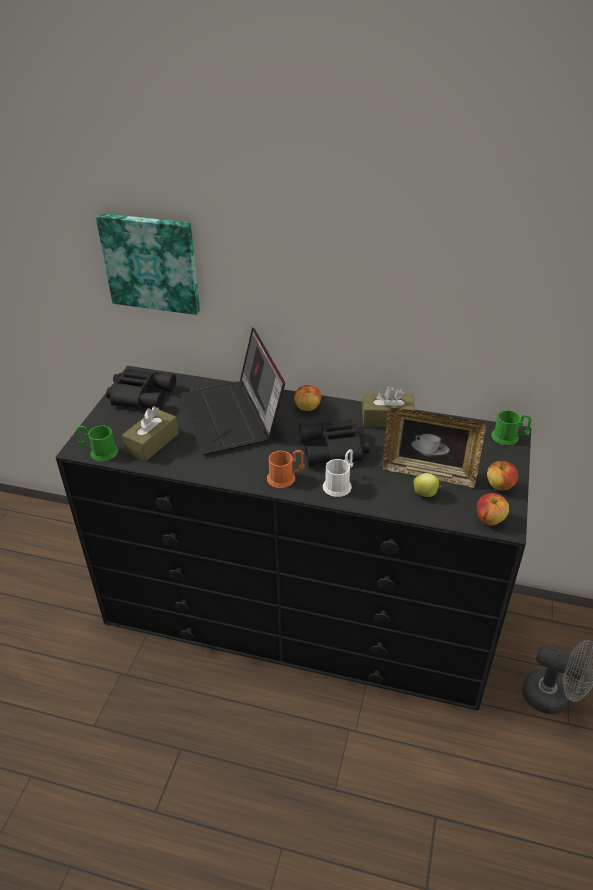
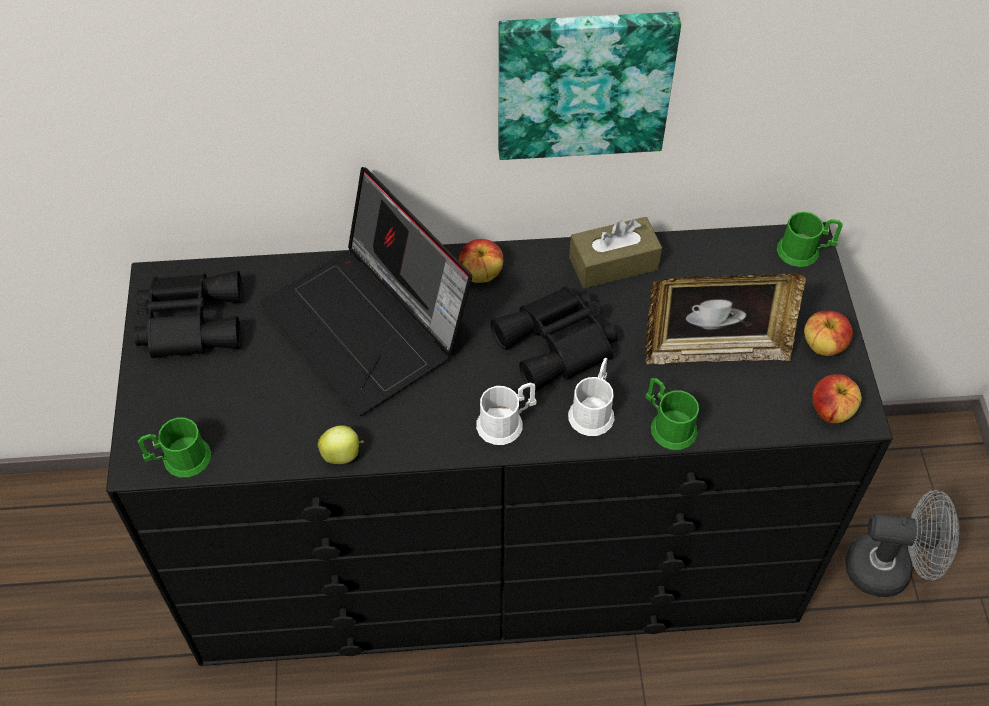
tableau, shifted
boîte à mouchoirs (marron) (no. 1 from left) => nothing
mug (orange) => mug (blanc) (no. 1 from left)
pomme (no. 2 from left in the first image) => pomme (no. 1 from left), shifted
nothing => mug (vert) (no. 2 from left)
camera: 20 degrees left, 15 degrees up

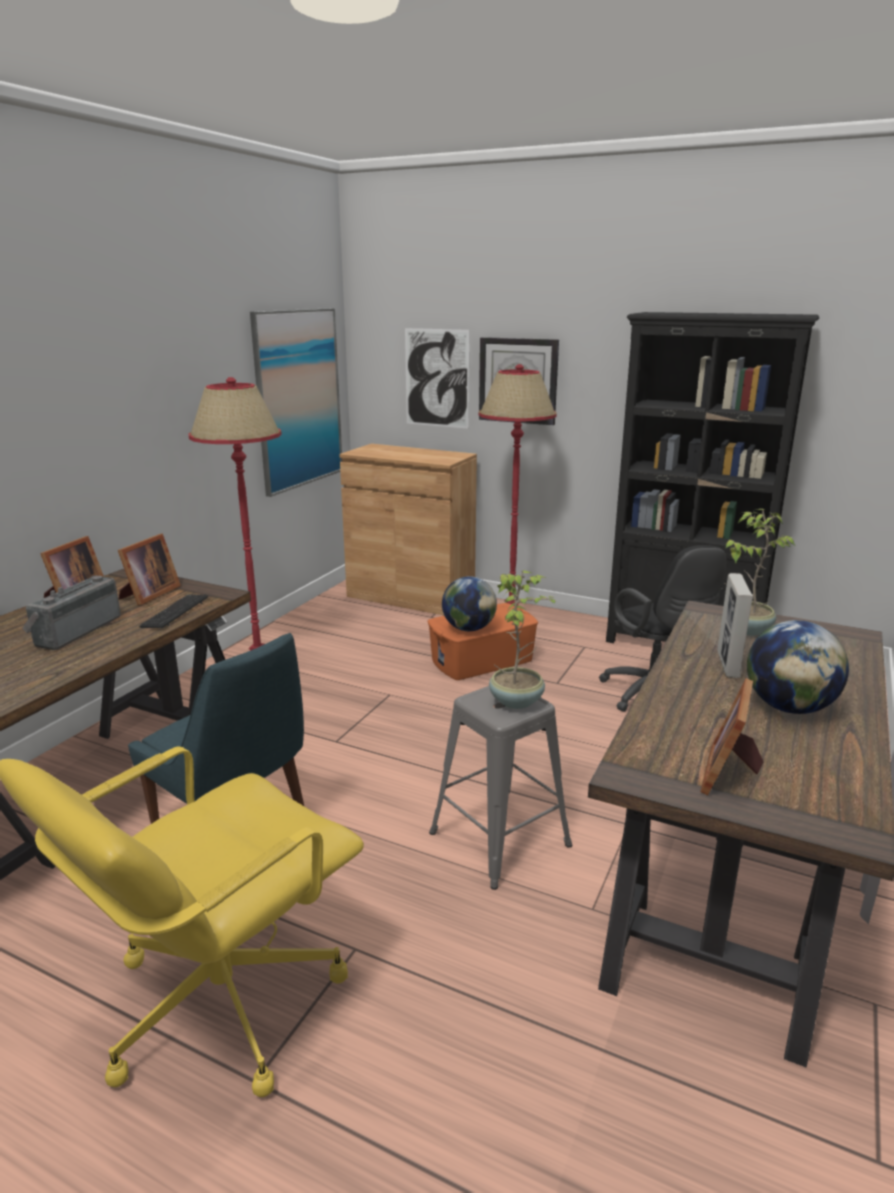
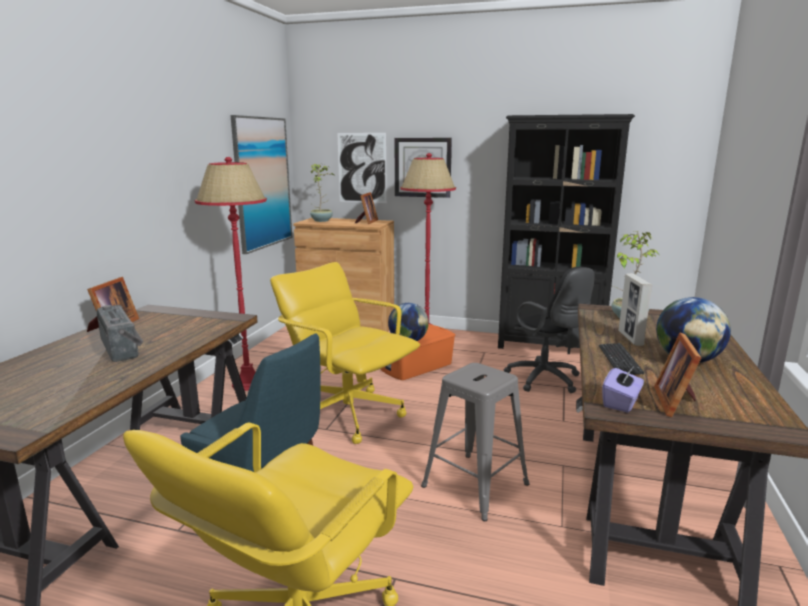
cadre photo (no. 2 from left), shifted
plante en pot (no. 1 from left), shifted
radio, 135 degrees clockwise
clavier, shifted
nothing => chaise de bureau (jaune) (no. 2 from left)
nothing => boîte à mouchoirs (violet)
camera: 10 degrees left, 5 degrees down

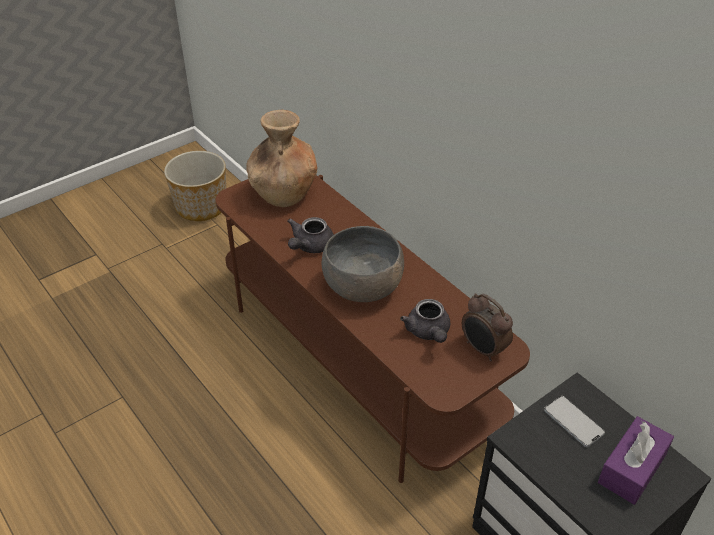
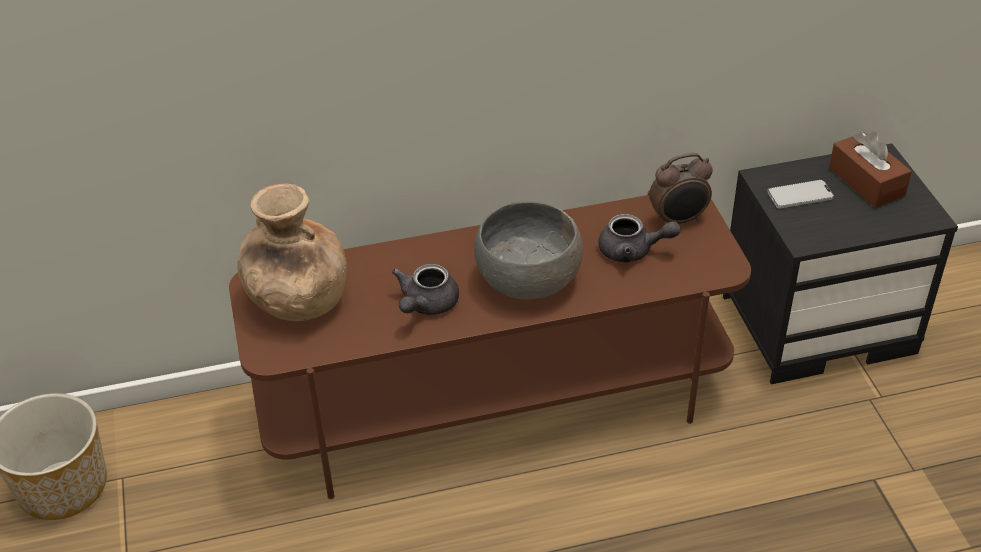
théière (gris) (no. 1 from left), 60 degrees clockwise
boîte à mouchoirs (violet) => boîte à mouchoirs (marron)
camera: 65 degrees left, 0 degrees up

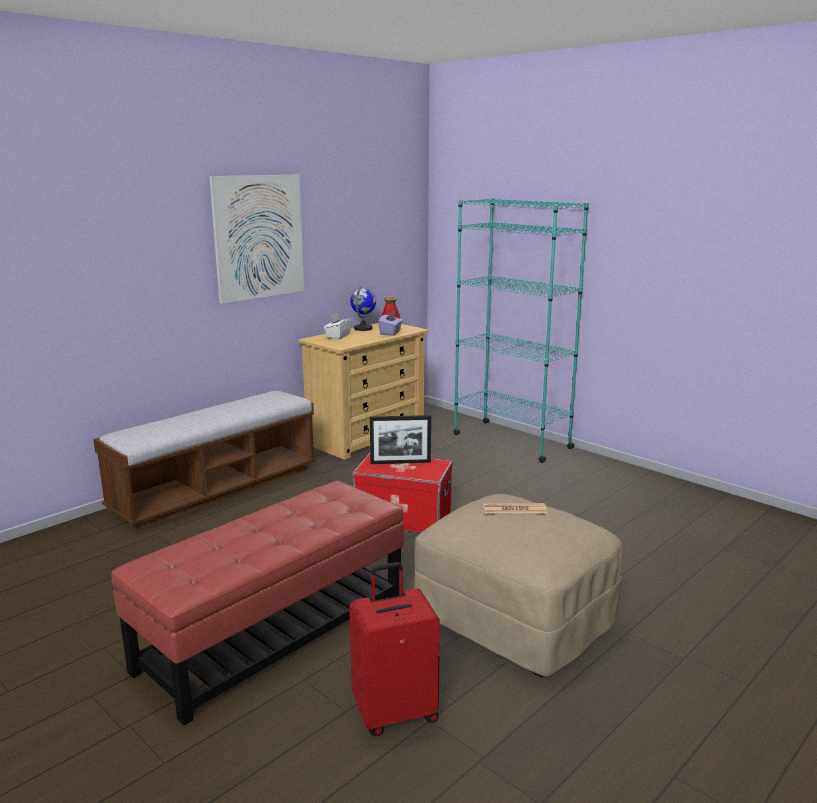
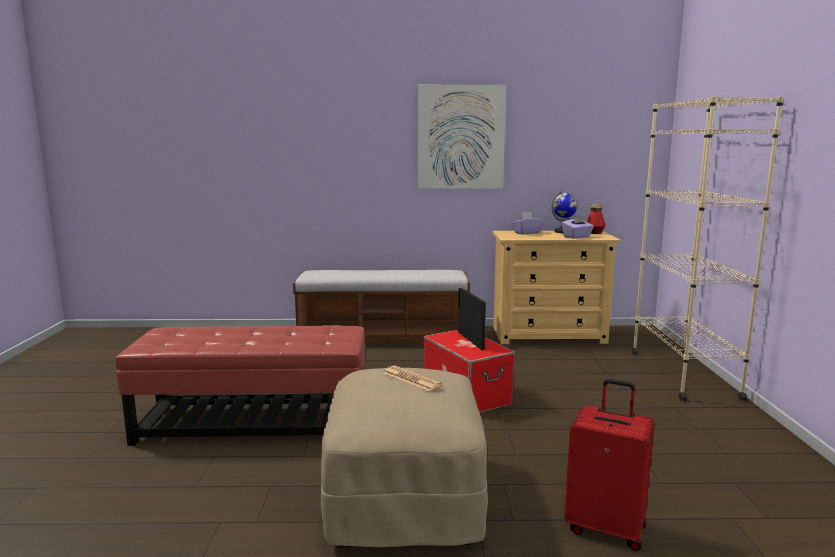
bibliothèque (turquoise) => bibliothèque (beige)
boîte à mouchoirs (blanc) => boîte à mouchoirs (violet) (no. 1 from left)
cadre photo, 150 degrees counterclockwise
valise (rouge), shifted
camera: 45 degrees right, 5 degrees down

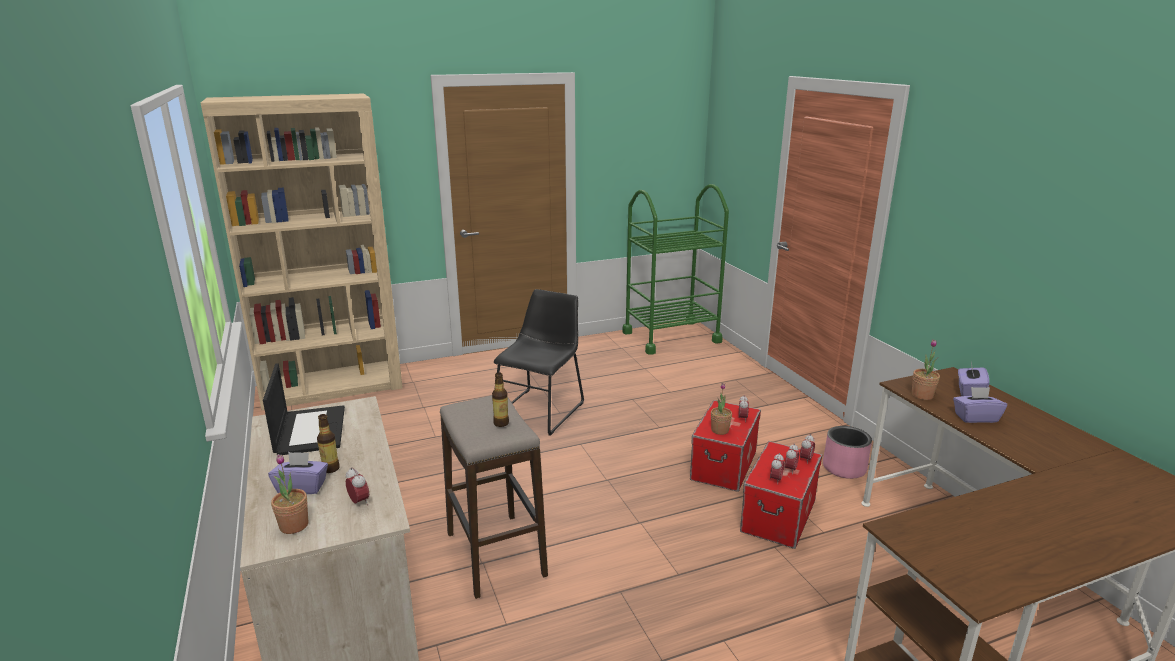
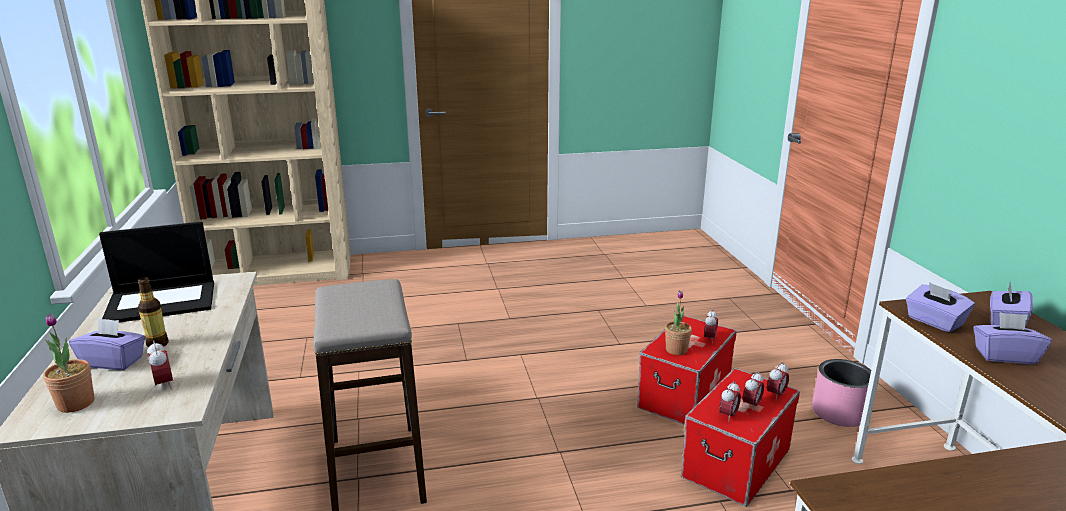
chariot (vert) => nothing
chaise (noir) => nothing
plante en pot (no. 3 from left) => boîte à mouchoirs (violet) (no. 2 from left)
ordinateur portable, 75 degrees clockwise
bouteille (no. 2 from left) => nothing
camera: 10 degrees right, 0 degrees up

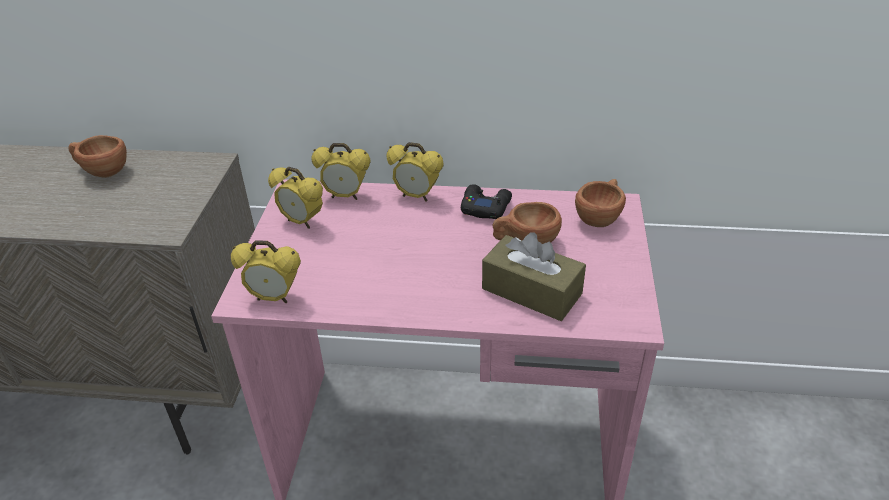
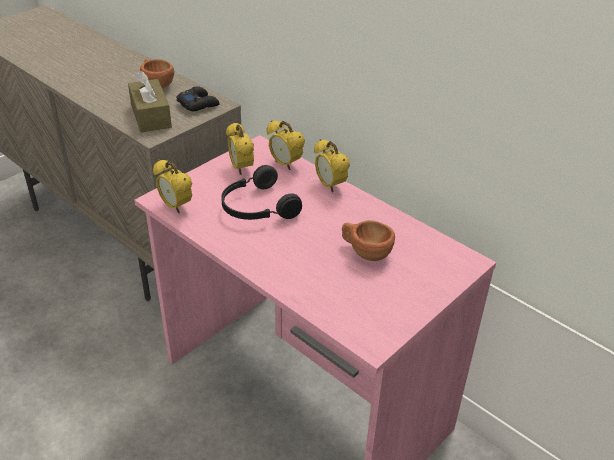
tasse (marron) (no. 3 from left) => nothing
manette (noir), shifted
boîte à mouchoirs (marron), shifted
nothing => casque audio (noir)
camera: 35 degrees right, 0 degrees up

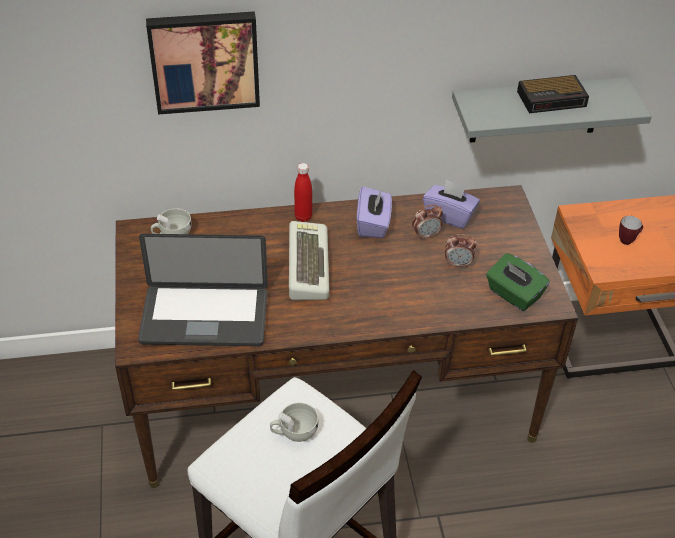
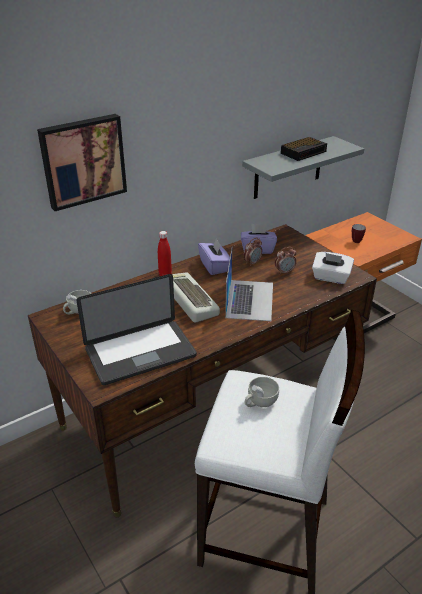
boîte à mouchoirs (vert) => boîte à mouchoirs (blanc)
nothing => ordinateur portable (no. 2 from left)
camera: 25 degrees left, 10 degrees down

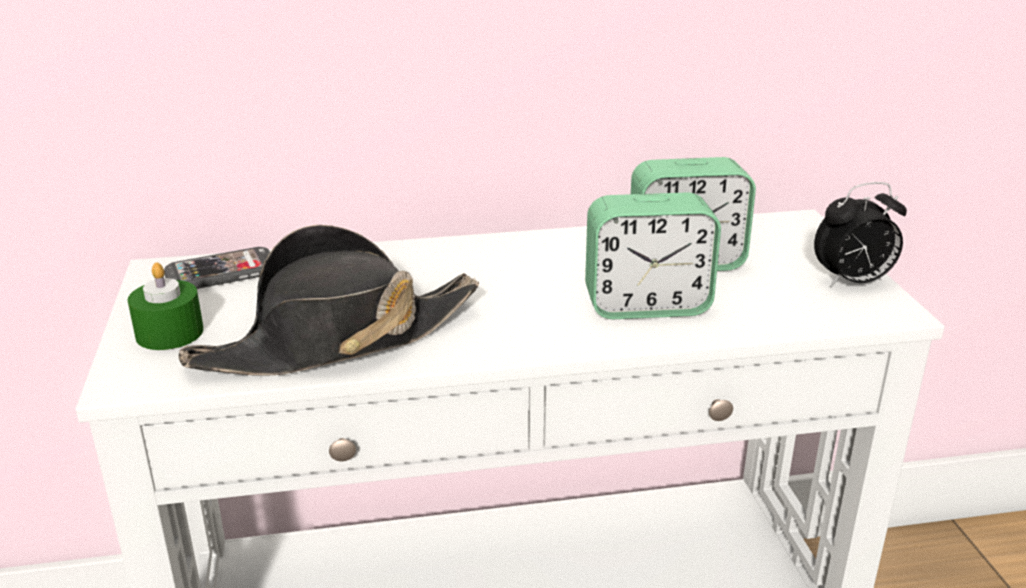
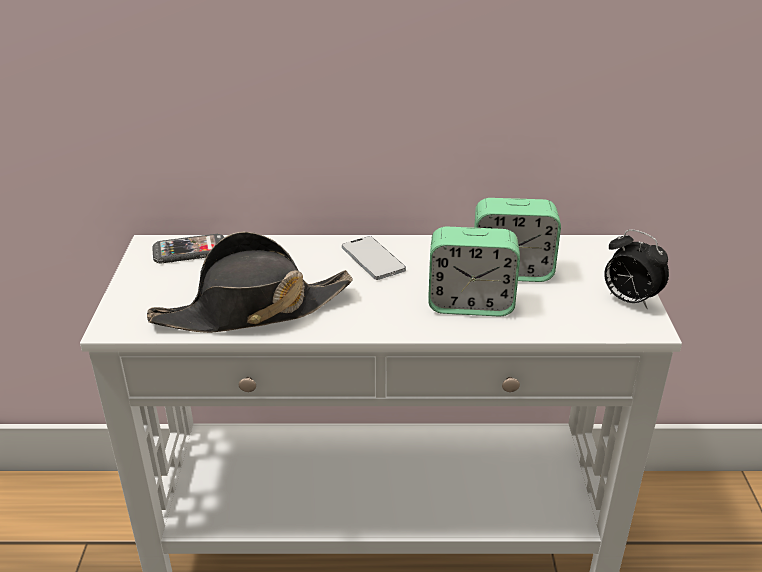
réveil (no. 3 from left), 45 degrees clockwise
bougie (vert) => nothing
nothing => téléphone (no. 2 from left)
camera: 10 degrees right, 5 degrees up

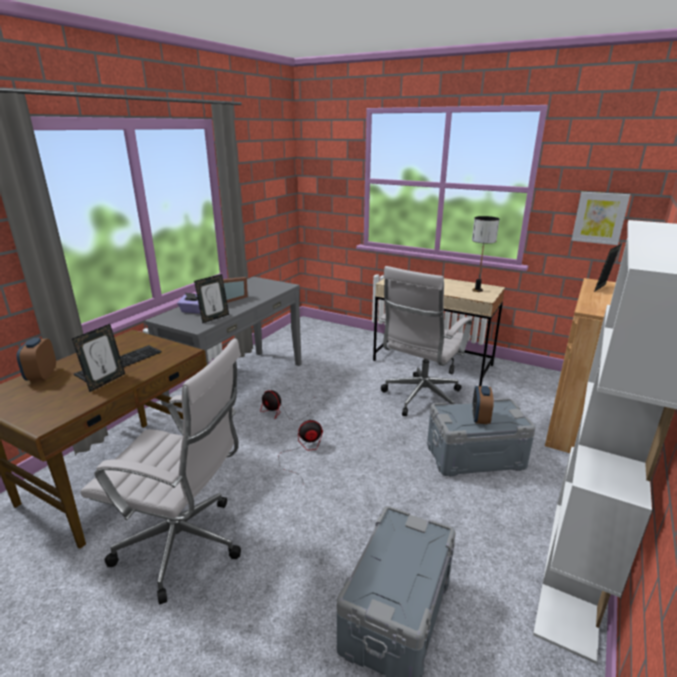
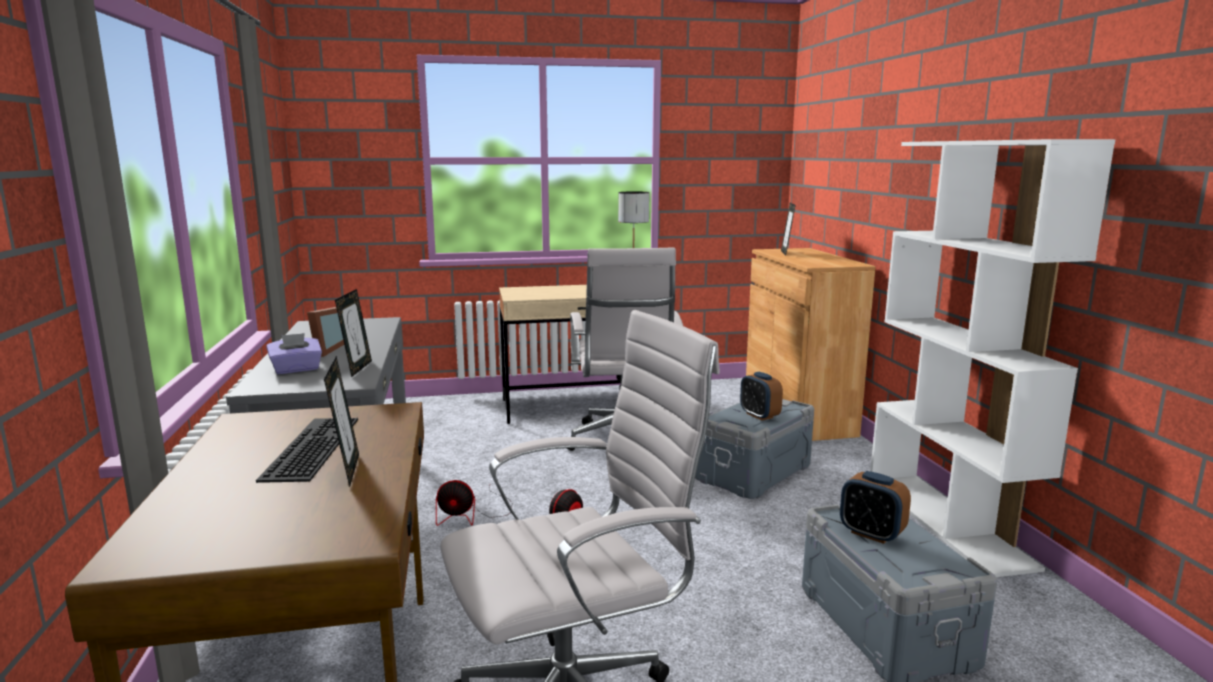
tableau => nothing
réveil (no. 1 from left in the first image) => réveil (no. 2 from left), shifted
camera: 40 degrees left, 10 degrees down

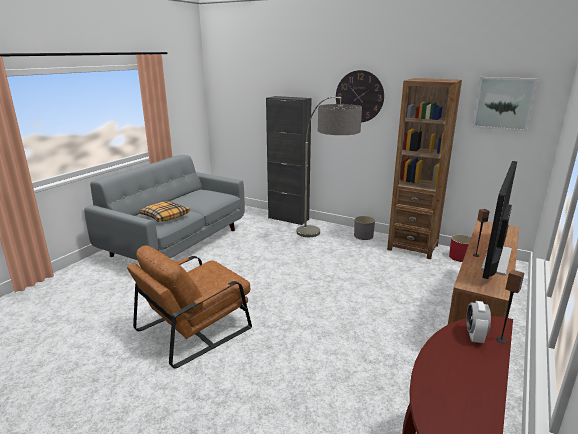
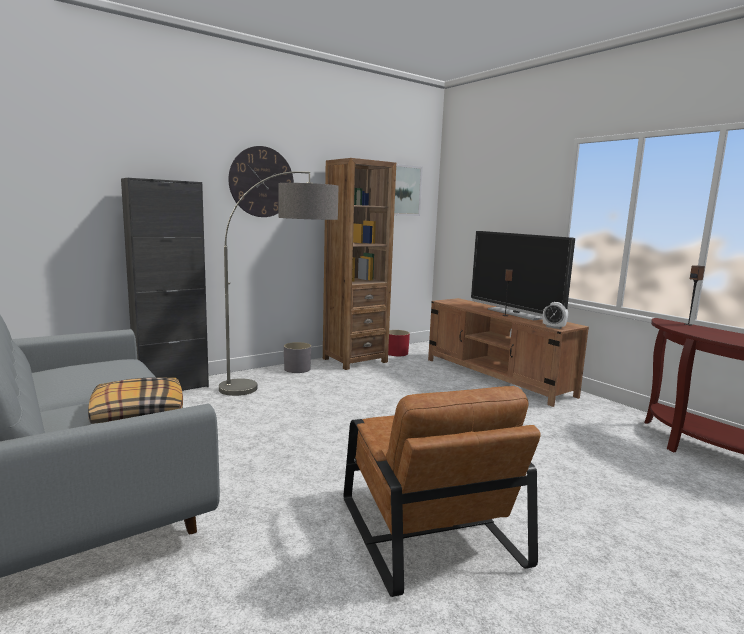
réveil, shifted
camera: 65 degrees left, 10 degrees down

